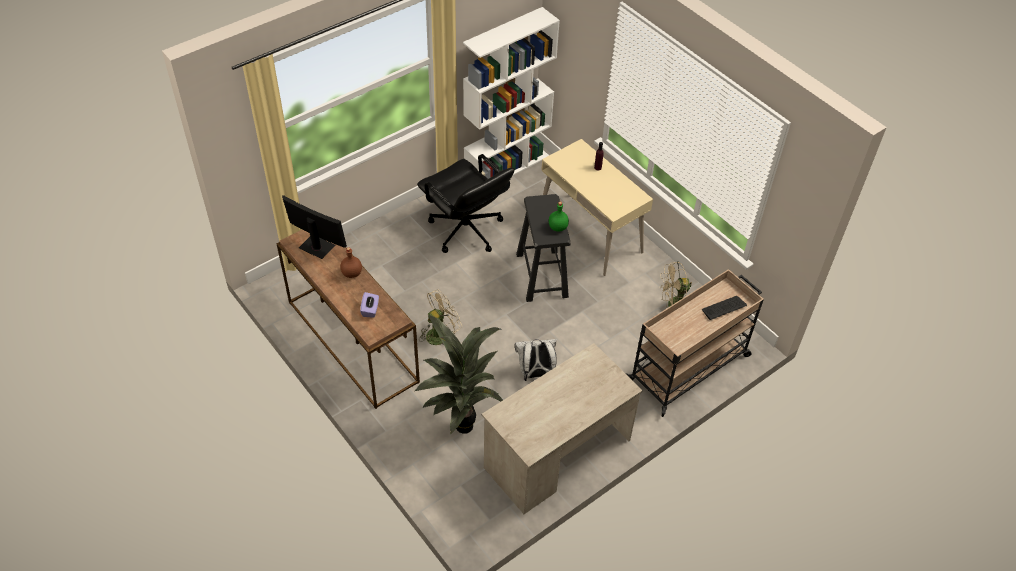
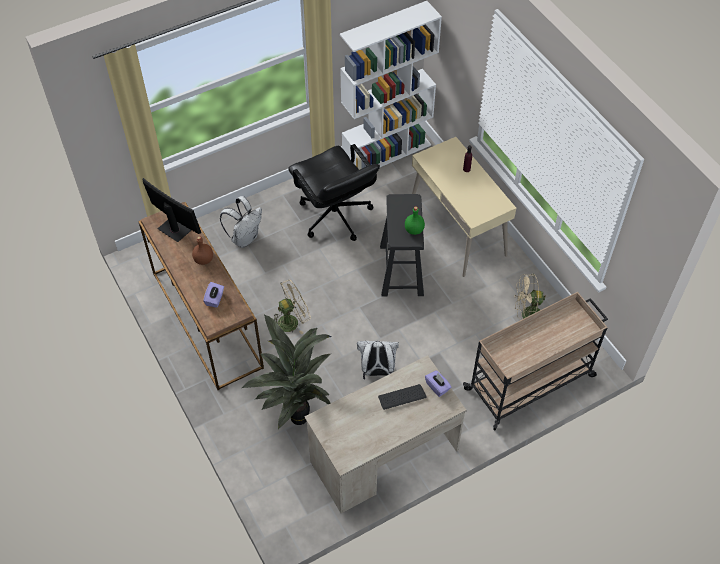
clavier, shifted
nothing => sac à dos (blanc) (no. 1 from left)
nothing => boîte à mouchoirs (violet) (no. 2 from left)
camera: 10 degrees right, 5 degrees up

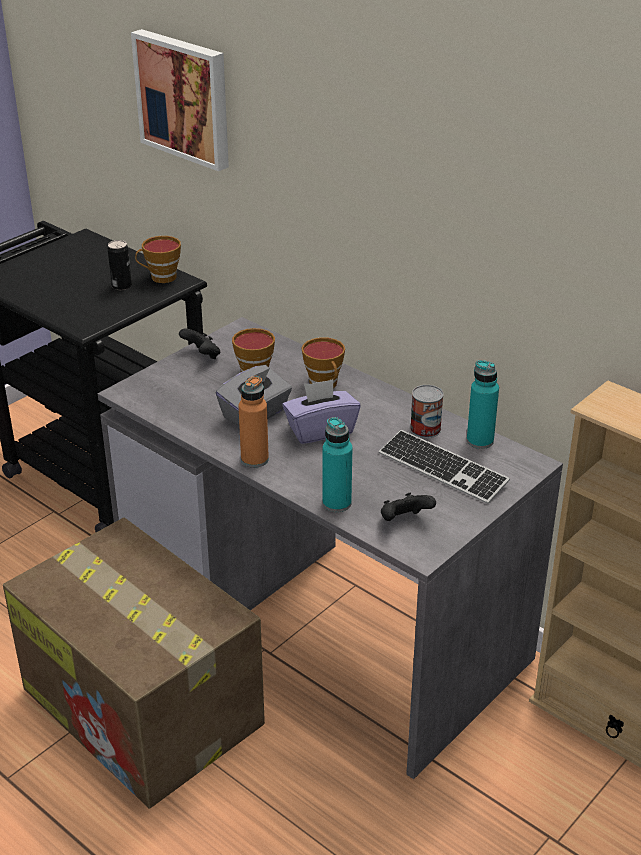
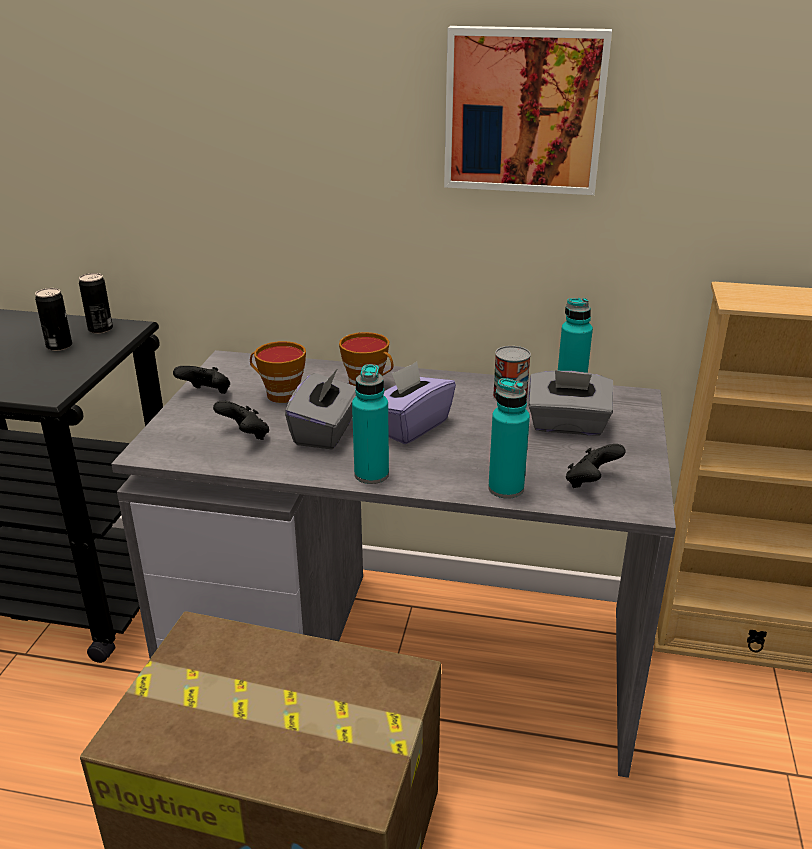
tableau, shifted
tasse (no. 1 from left) => boîte métallique (no. 2 from left)
bouteille (orange) => bouteille (turquoise) (no. 1 from left)
clavier => boîte à mouchoirs (gris) (no. 2 from left)
nothing => manette (noir) (no. 2 from left)
camera: 30 degrees left, 5 degrees down

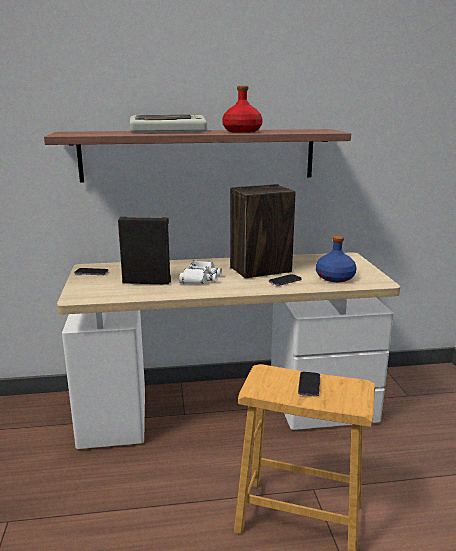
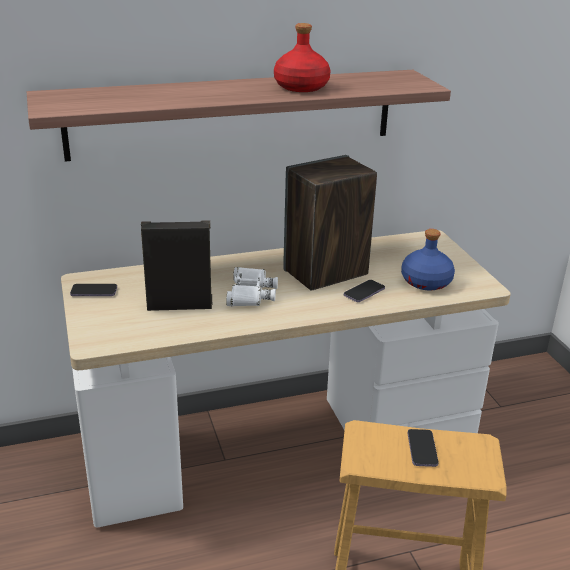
clavier => nothing
camera: 10 degrees left, 10 degrees up

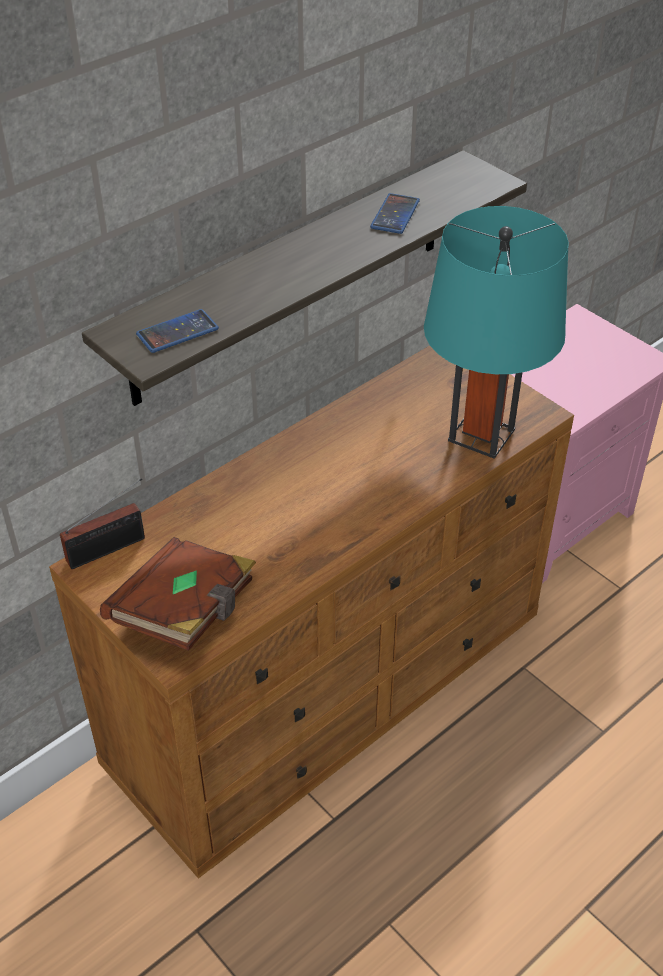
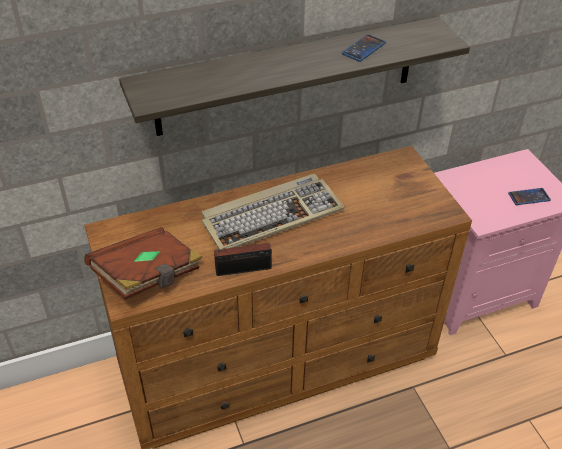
lampe de table (turquoise) => nothing
téléphone (no. 1 from left in the first image) => téléphone (no. 2 from left), shifted
radio, shifted
nothing => clavier
camera: 20 degrees right, 0 degrees up

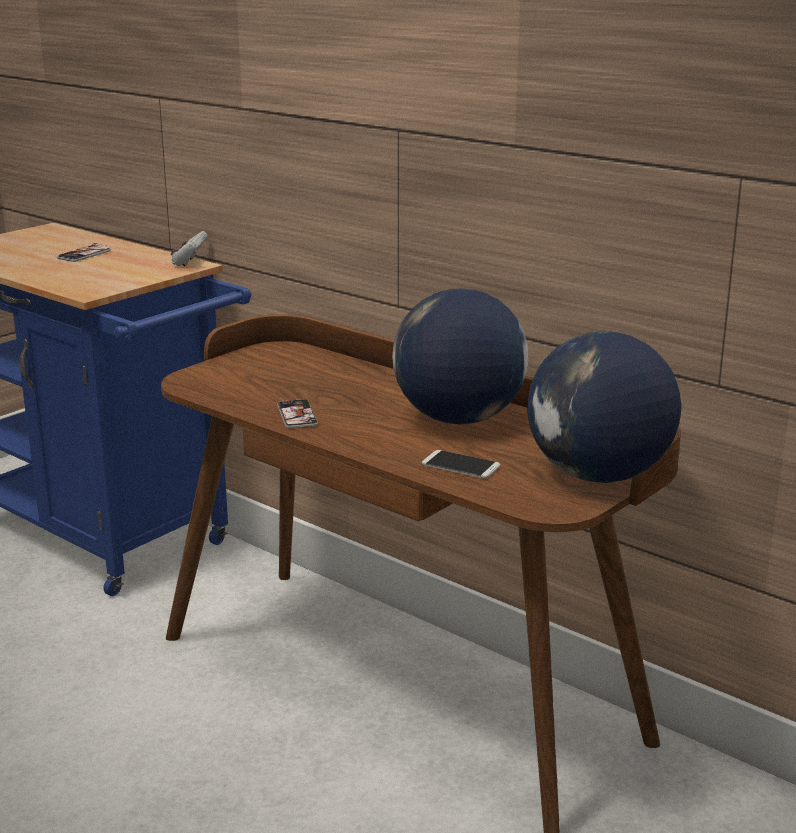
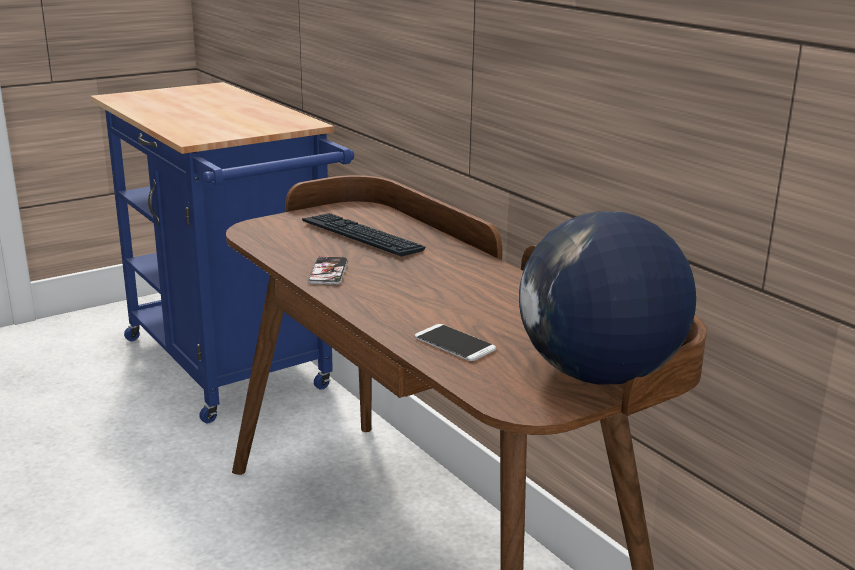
manette (blanc) => nothing
téléphone (no. 1 from left) => nothing
globe (no. 1 from left) => nothing
nothing => clavier
camera: 15 degrees right, 0 degrees up

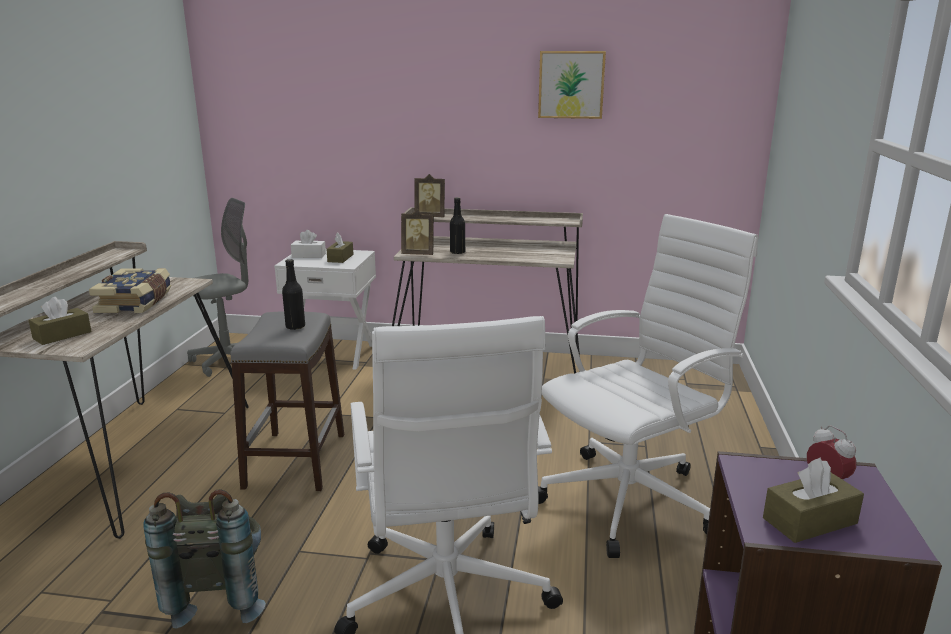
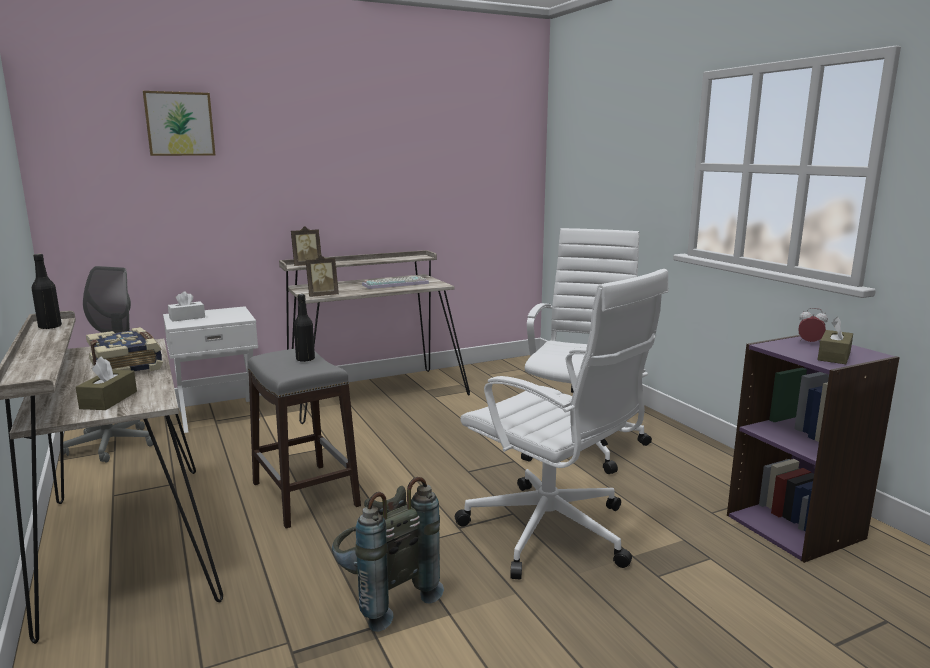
tableau, shifted
bouteille (noir) (no. 2 from left in the first image) => bouteille (noir) (no. 1 from left), shifted
boîte à mouchoirs (marron) (no. 2 from left) => nothing
nothing => clavier
camera: 35 degrees left, 5 degrees down

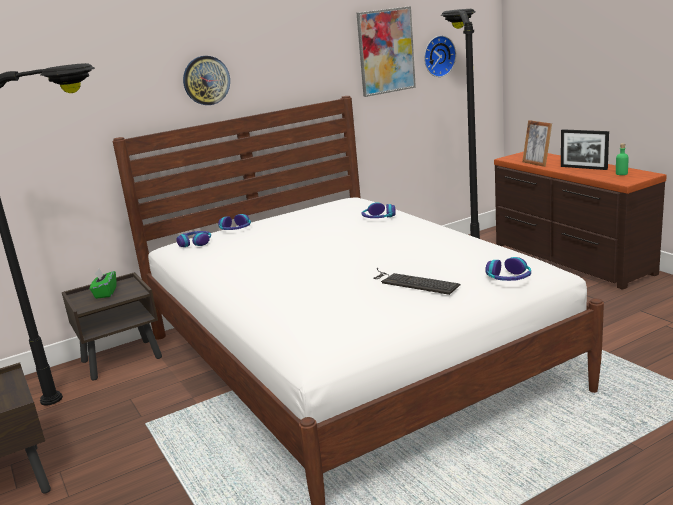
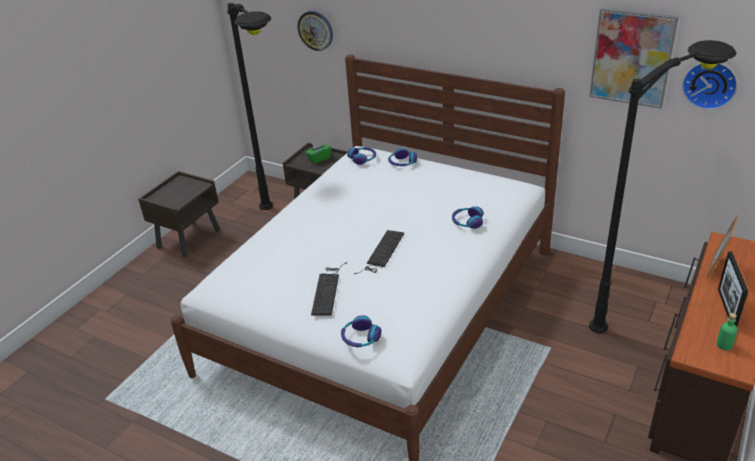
horloge murale (no. 1 from left), shifted
nothing => clavier (no. 2 from left)
camera: 60 degrees right, 15 degrees up

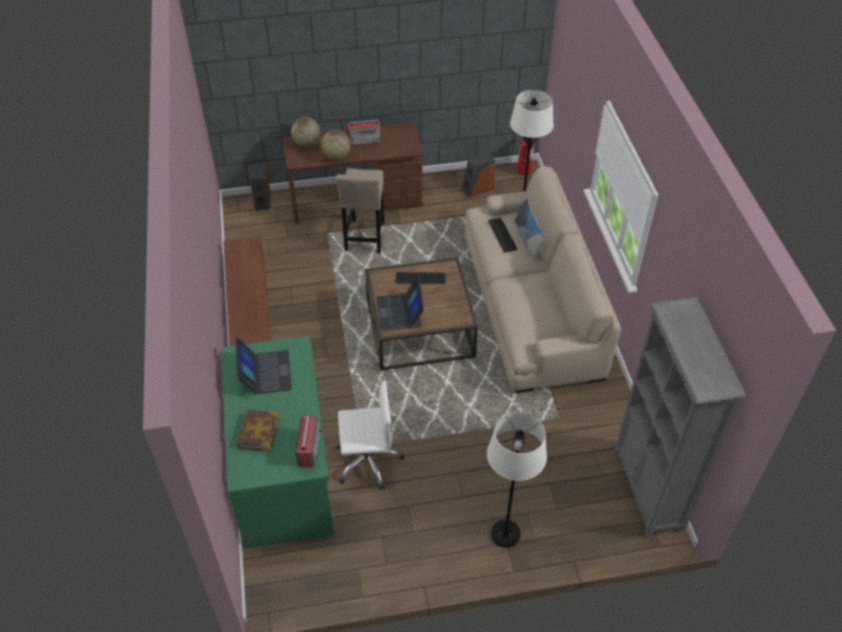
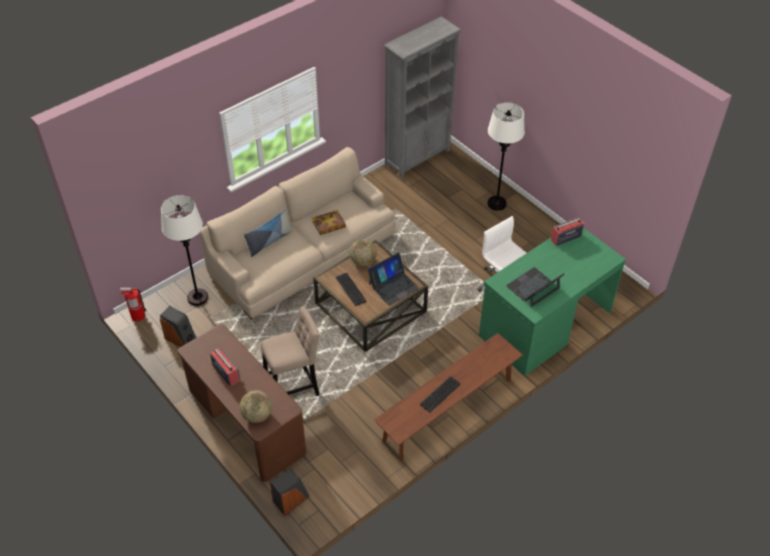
globe (no. 2 from left), shifted
clavier (no. 2 from left), shifted
livre, shifted
camera: 120 degrees left, 0 degrees up

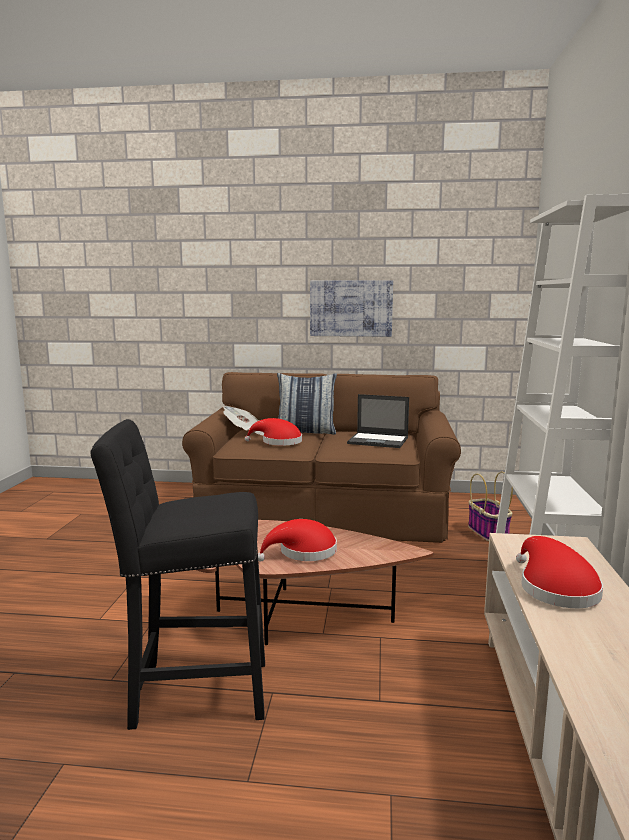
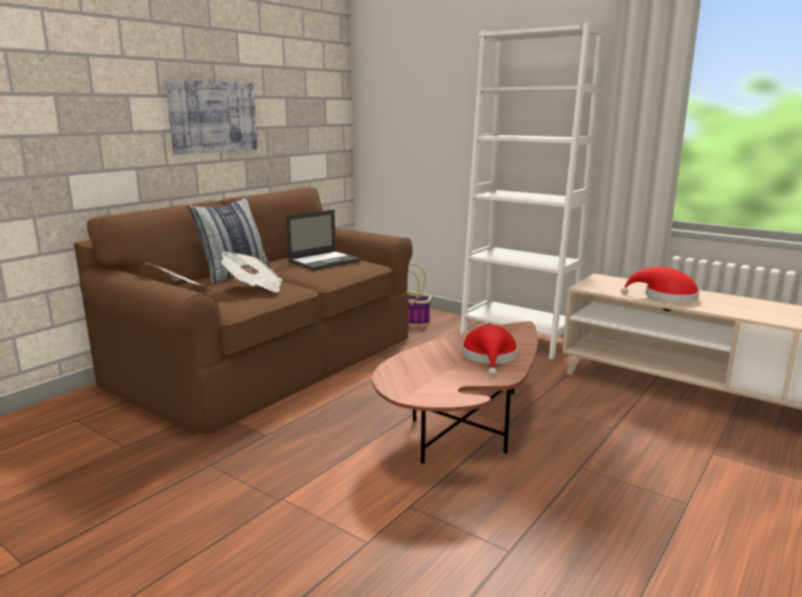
chapeau (rouge) (no. 1 from left) => journal (no. 2 from left)
tabouret (noir) => nothing
camera: 60 degrees left, 5 degrees up

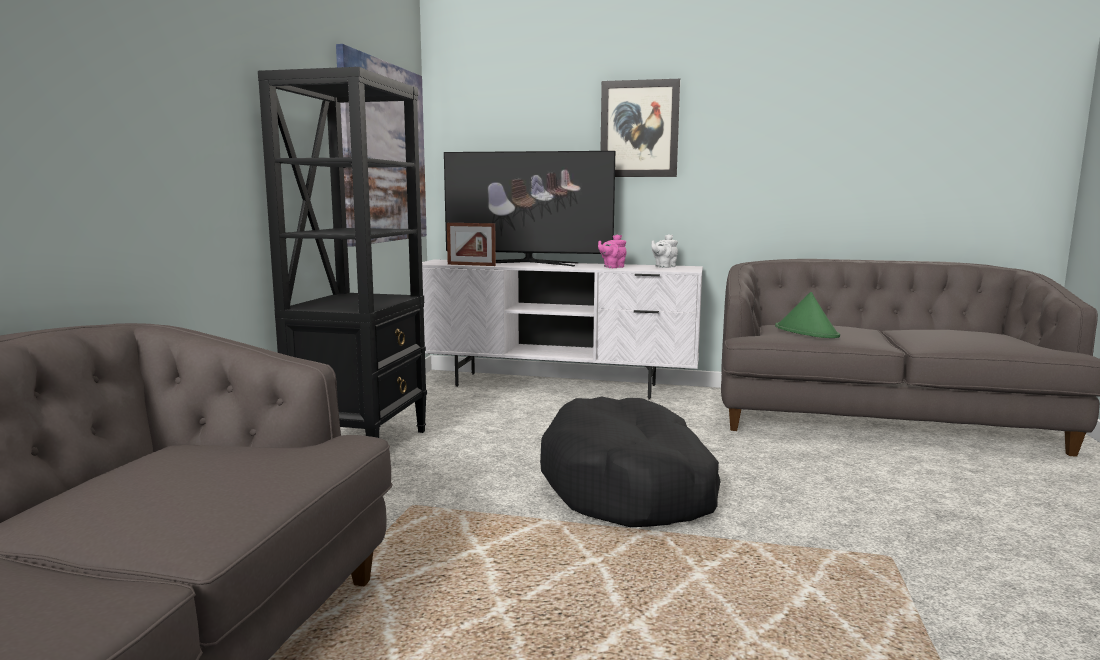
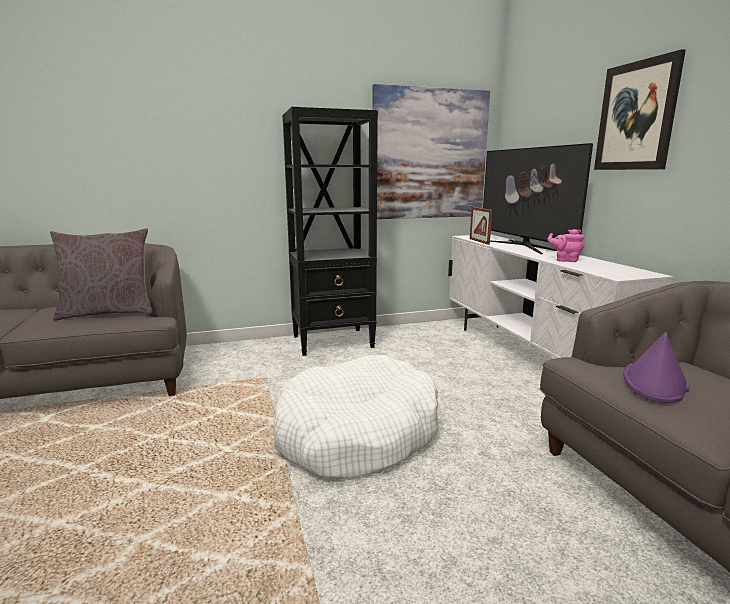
théière (blanc) => nothing
chapeau (vert) => chapeau (violet)
panier pour chien (noir) => panier pour chien (blanc)
nothing => coussin (gris)
camera: 60 degrees right, 5 degrees up

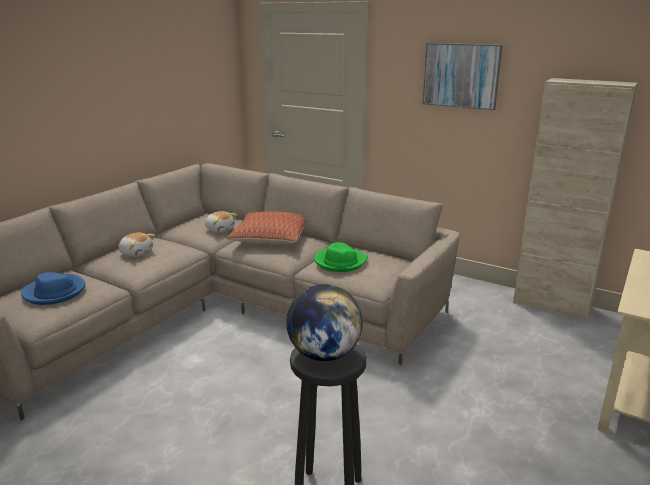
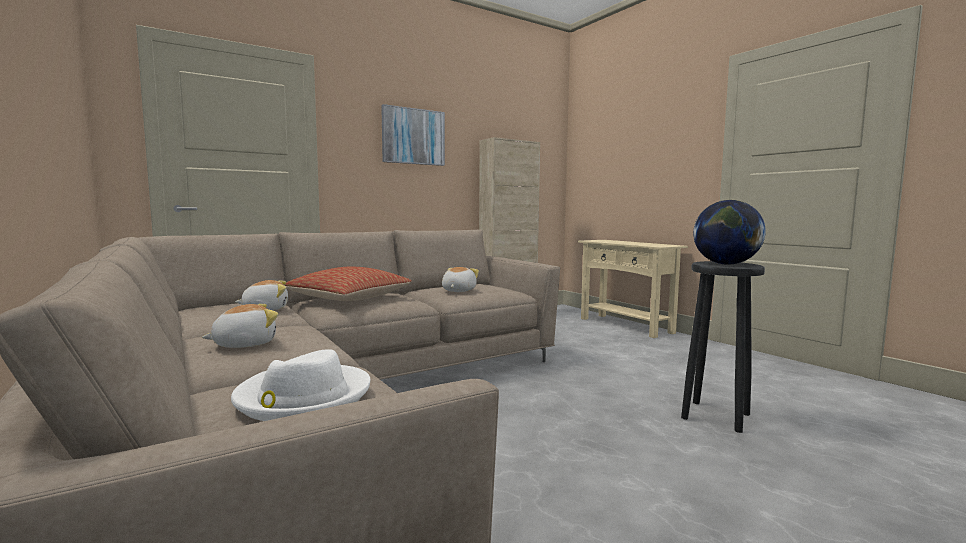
chapeau (vert) => peluche (no. 3 from left)
chapeau (bleu) => chapeau (blanc)
camera: 65 degrees left, 15 degrees down

